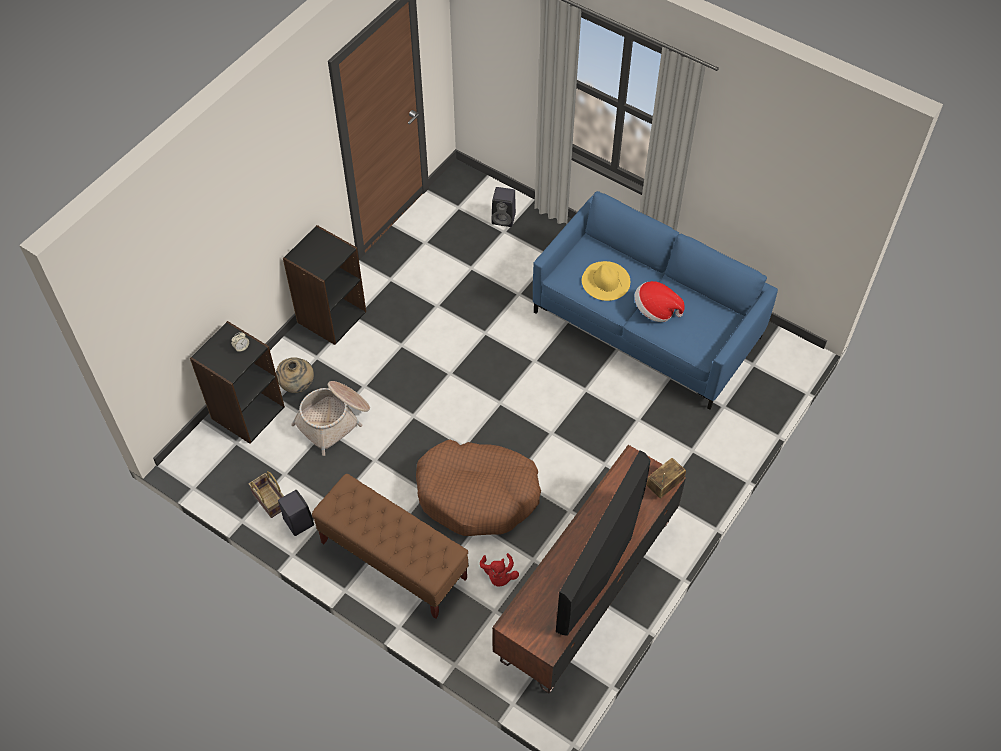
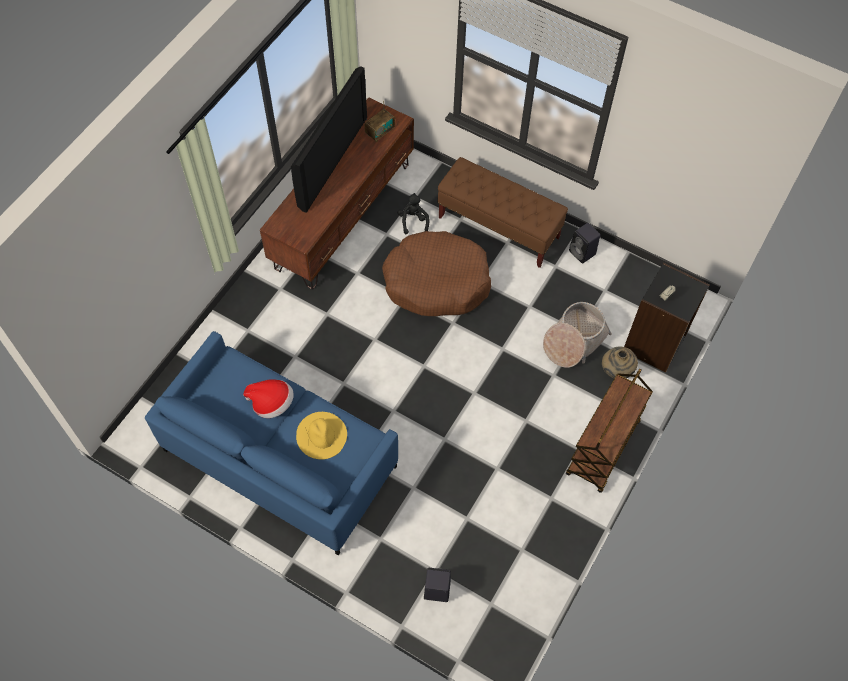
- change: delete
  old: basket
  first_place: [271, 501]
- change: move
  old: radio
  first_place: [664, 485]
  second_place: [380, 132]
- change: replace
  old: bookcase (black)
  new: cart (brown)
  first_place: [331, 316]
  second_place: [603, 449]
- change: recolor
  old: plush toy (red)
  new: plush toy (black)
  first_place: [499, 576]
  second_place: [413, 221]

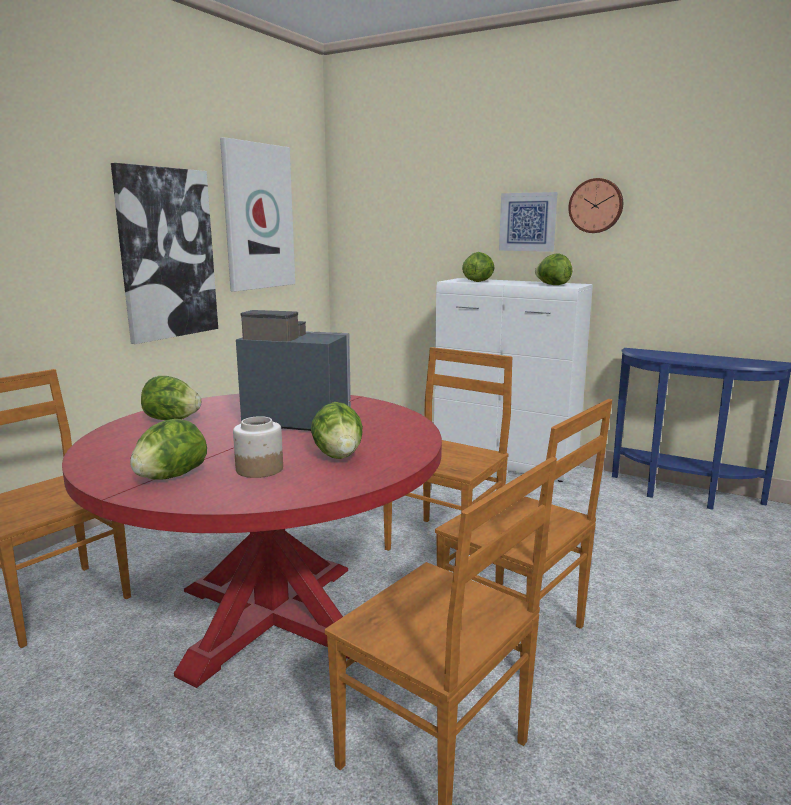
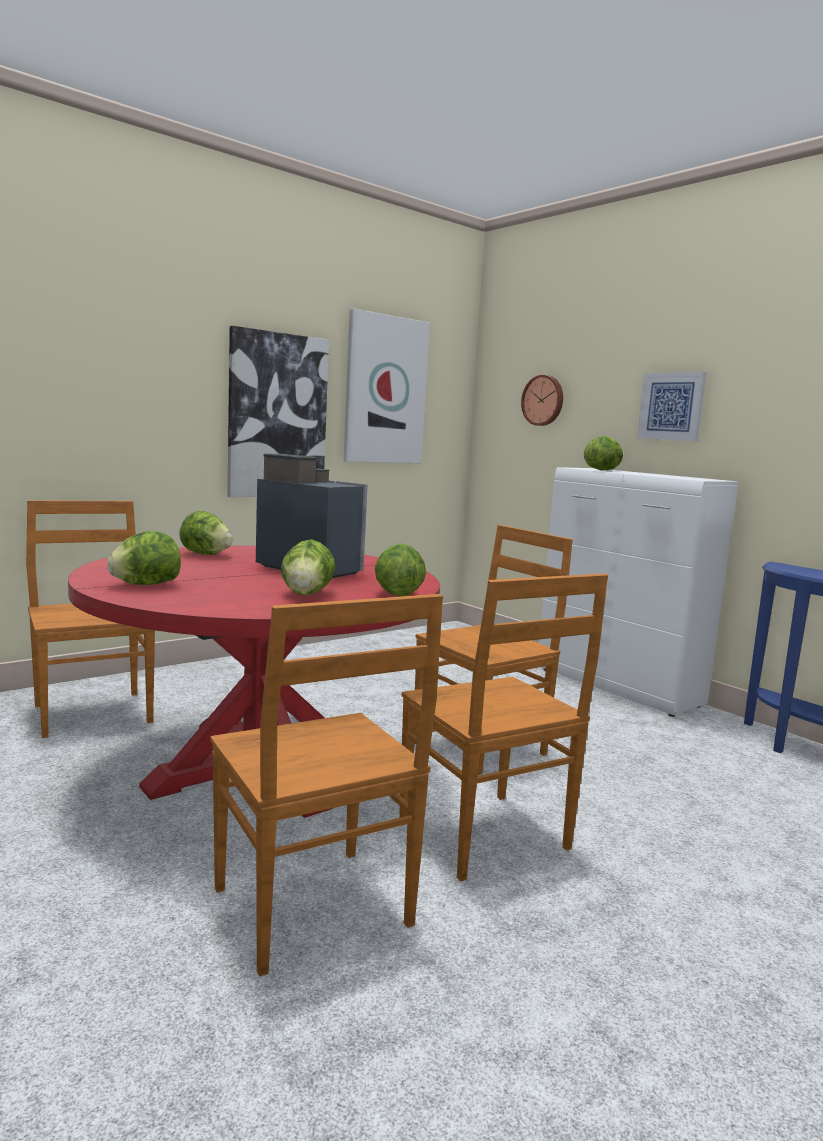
- change: delete
  old: jar
  first_place: [259, 469]
- change: move
  old: lettuce
  first_place: [552, 285]
  second_place: [397, 594]
- change: move
  old: wall clock
  first_place: [596, 206]
  second_place: [543, 400]

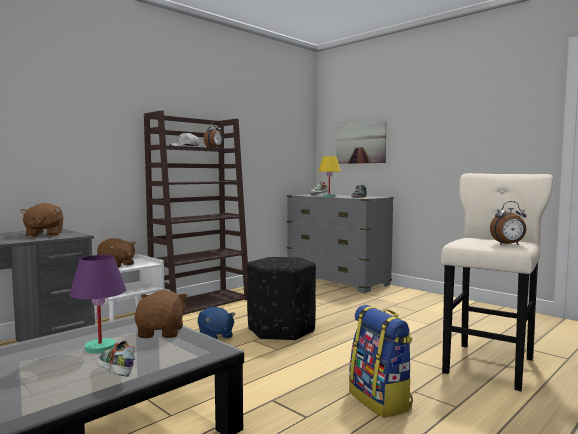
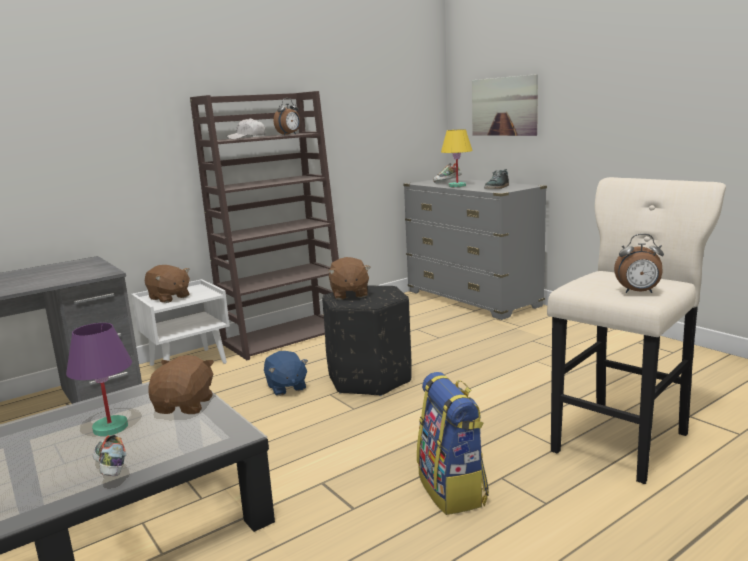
- change: move
  old: plush toy (brown)
  first_place: [44, 235]
  second_place: [349, 294]

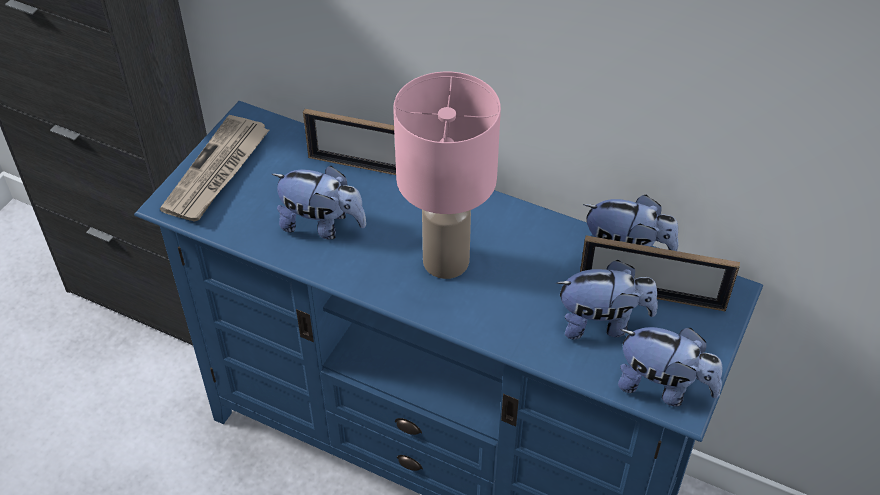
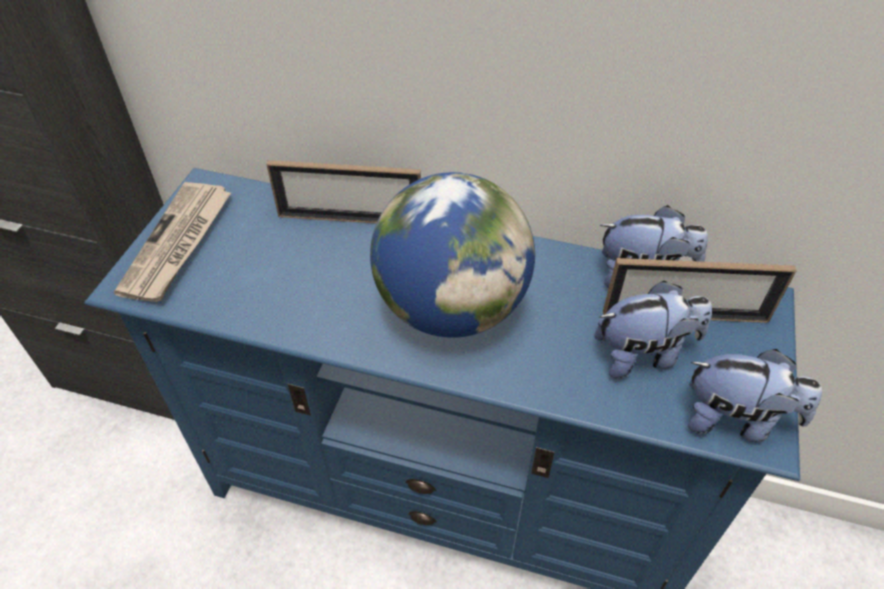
- change: delete
  old: plush toy
  first_place: [322, 225]
- change: replace
  old: table lamp (pink)
  new: globe
  first_place: [445, 260]
  second_place: [451, 308]

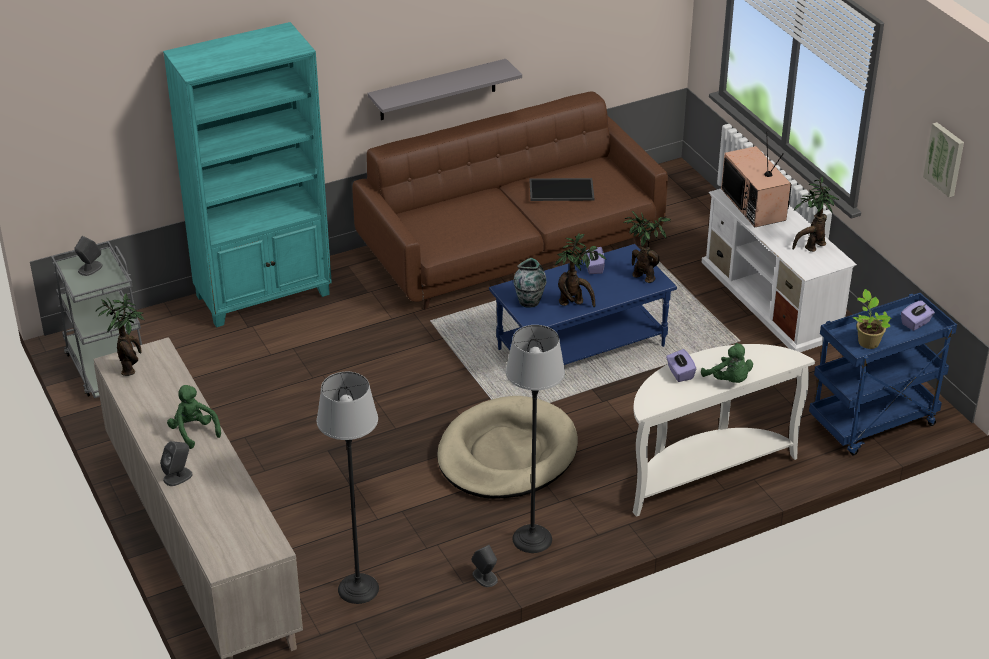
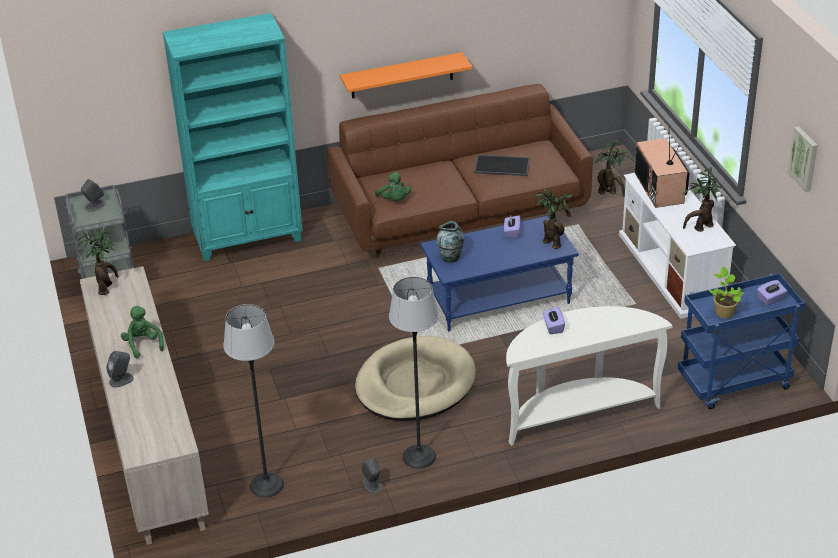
- change: move
  old: potted plant
  first_place: [574, 303]
  second_place: [609, 193]
- change: move
  old: plush toy (green)
  first_place: [729, 380]
  second_place: [394, 200]
- change: recolor
  old: shelf (grey)
  new: shelf (orange)
  first_place: [438, 90]
  second_place: [402, 75]

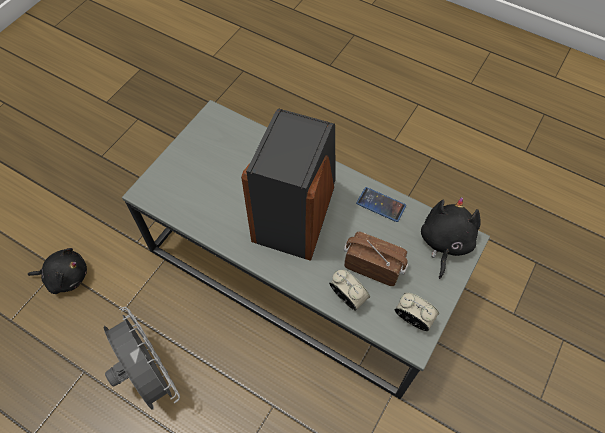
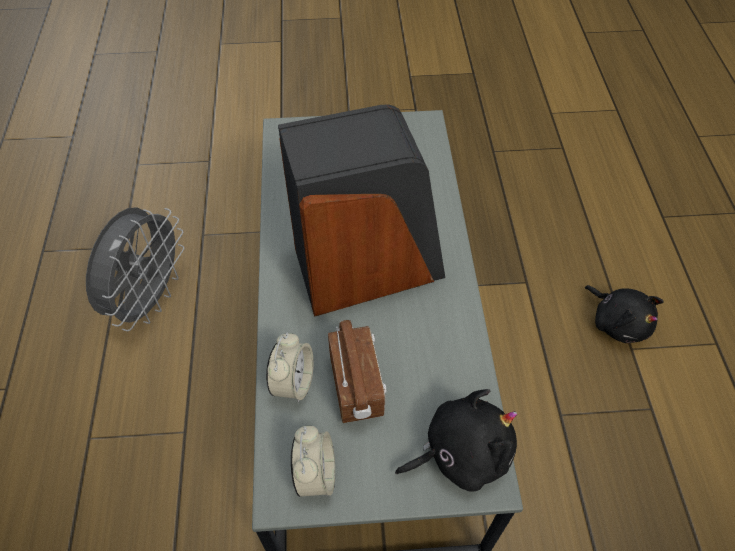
- change: delete
  old: phone
  first_place: [381, 204]
- change: move
  old: plush toy (black)
  first_place: [65, 276]
  second_place: [618, 322]

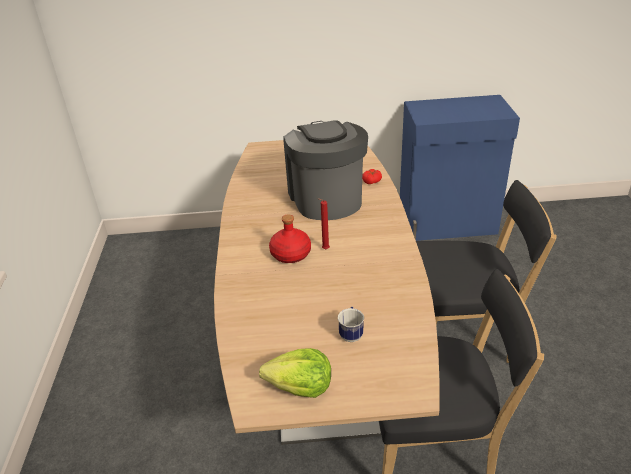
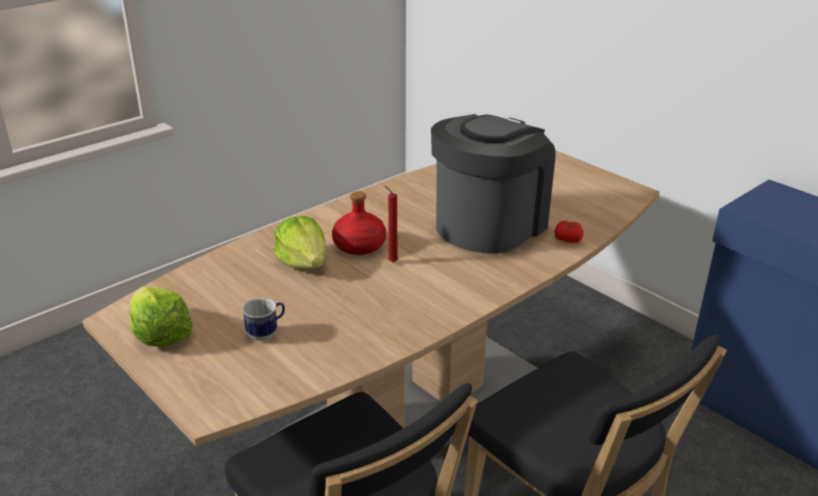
- change: insert
  new: lettuce
  second_place: [304, 261]

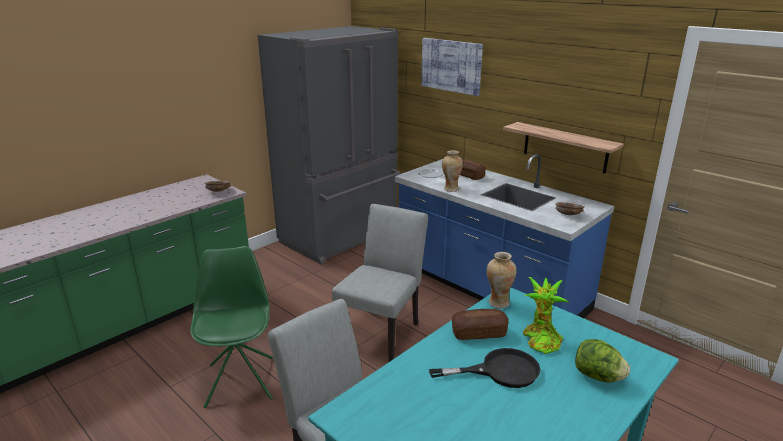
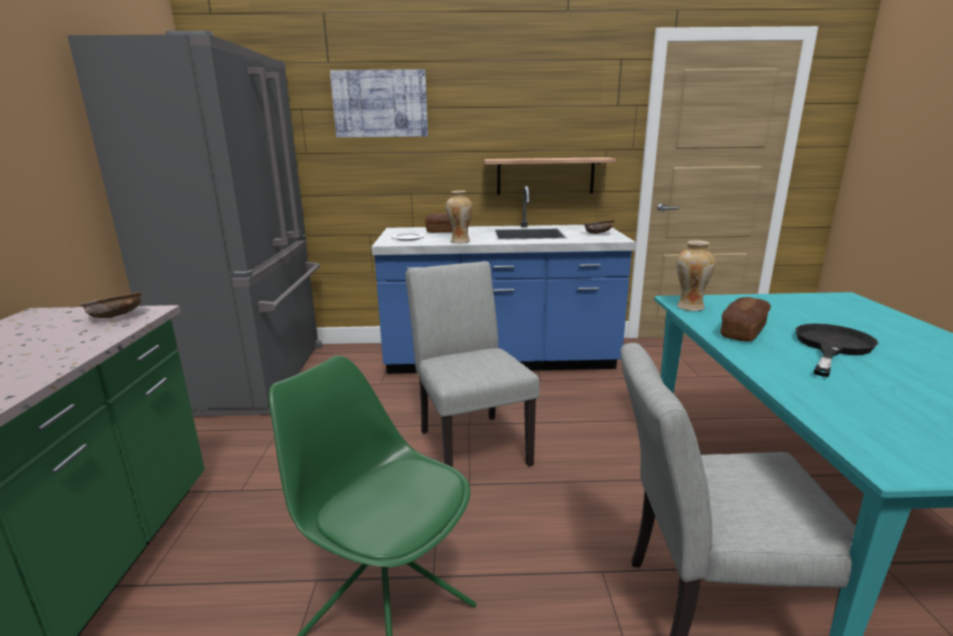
- change: delete
  old: potted plant
  first_place: [540, 339]
- change: delete
  old: lettuce
  first_place: [598, 377]

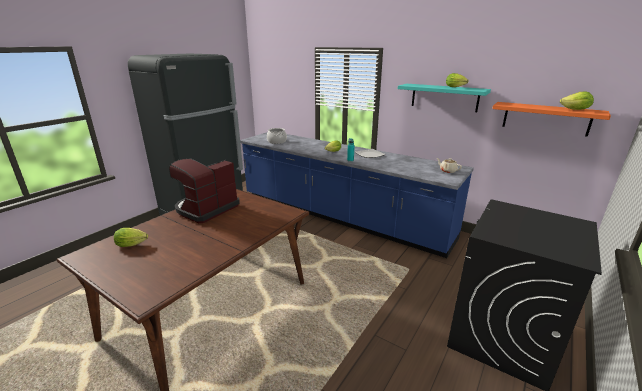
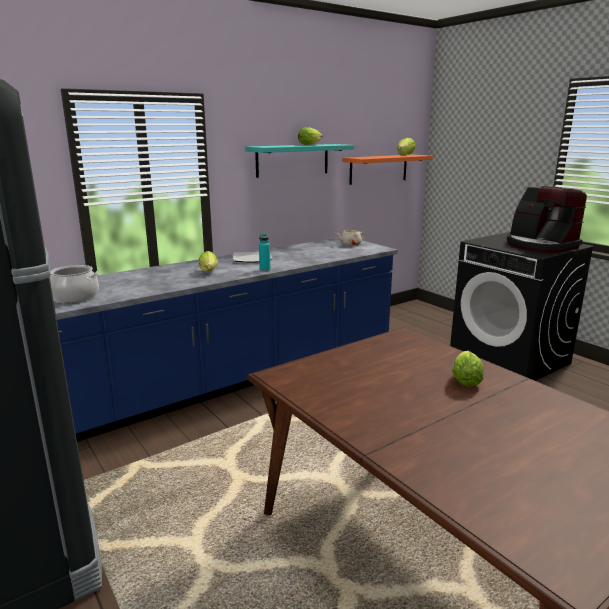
- change: move
  old: lettuce
  first_place: [133, 244]
  second_place: [465, 380]
- change: move
  old: coffee machine
  first_place: [206, 209]
  second_place: [540, 245]

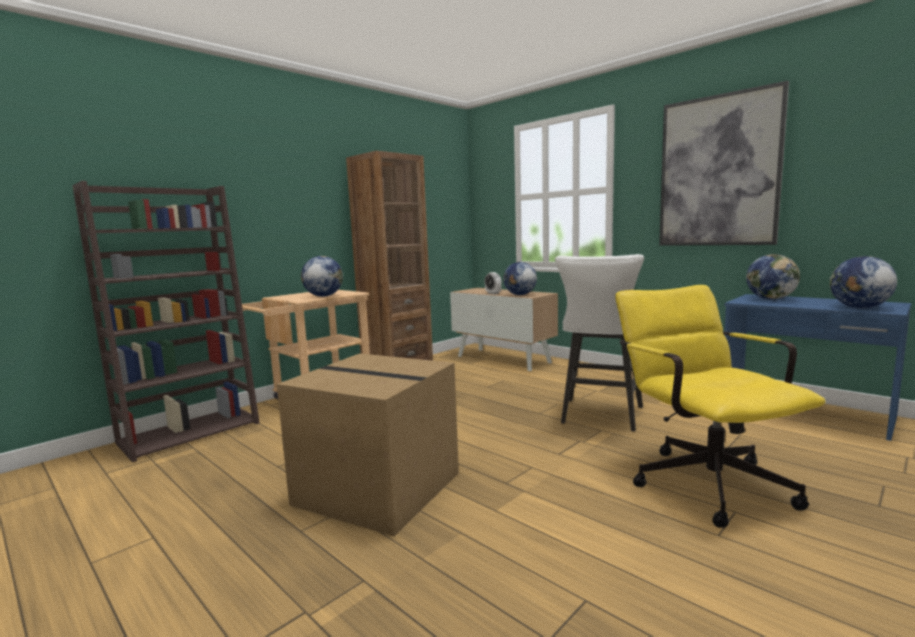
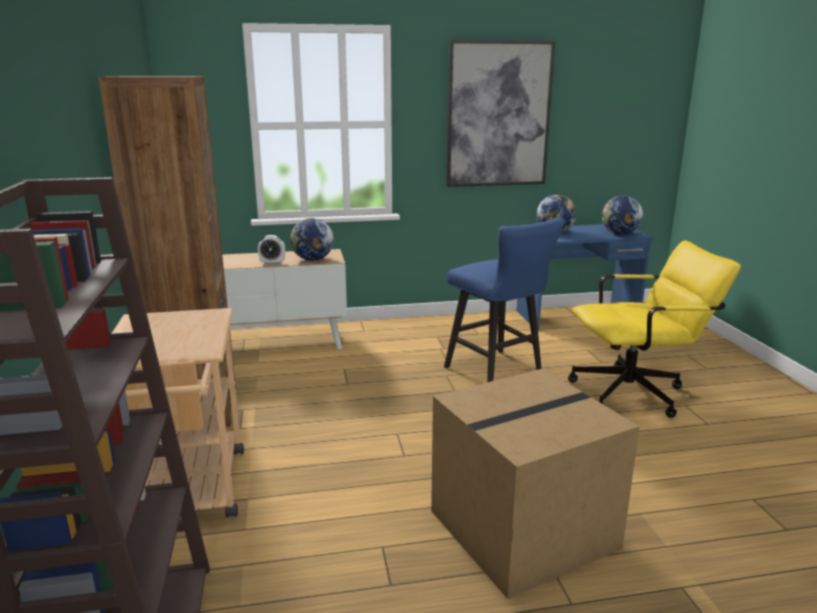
- change: delete
  old: globe
  first_place: [323, 296]
- change: recolor
  old: stool (white)
  new: stool (blue)
  first_place: [600, 417]
  second_place: [498, 373]
- change: rotate
  old: office chair (yellow)
  first_place: [702, 479]
  second_place: [637, 392]
  degrees: 150

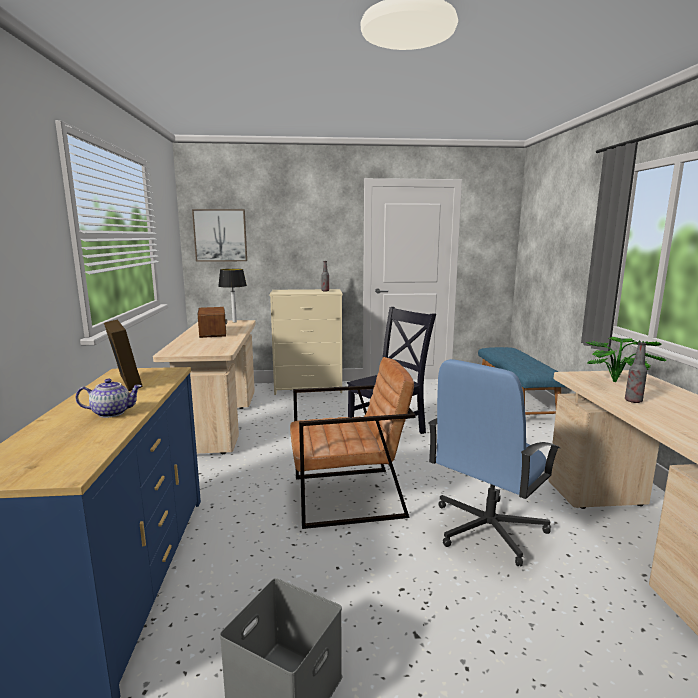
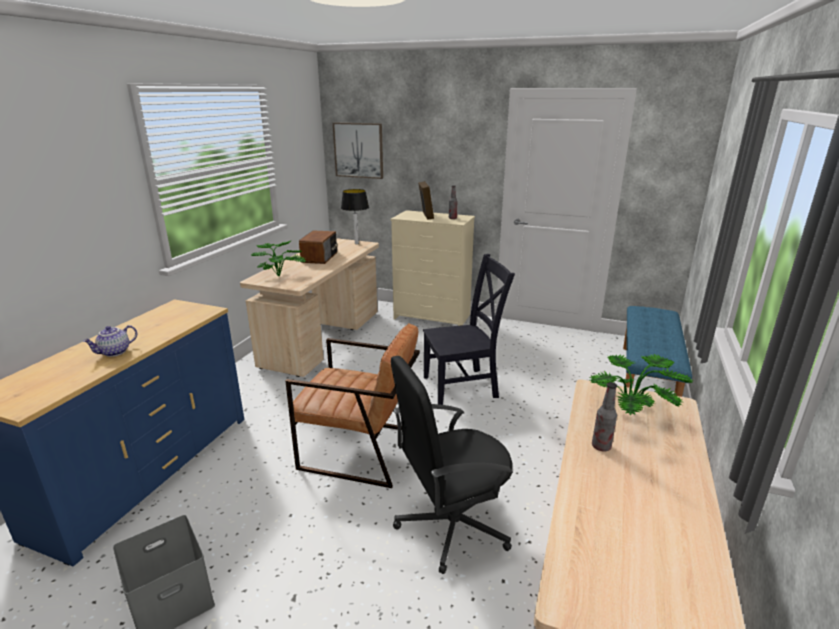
- change: insert
  new: potted plant
  second_place: [280, 275]
- change: move
  old: picture frame
  first_place: [126, 383]
  second_place: [426, 216]
- change: recolor
  old: office chair (blue)
  new: office chair (black)
  first_place: [487, 529]
  second_place: [451, 524]
- change: rotate
  old: teapot
  first_place: [112, 413]
  second_place: [115, 352]
  degrees: 120

